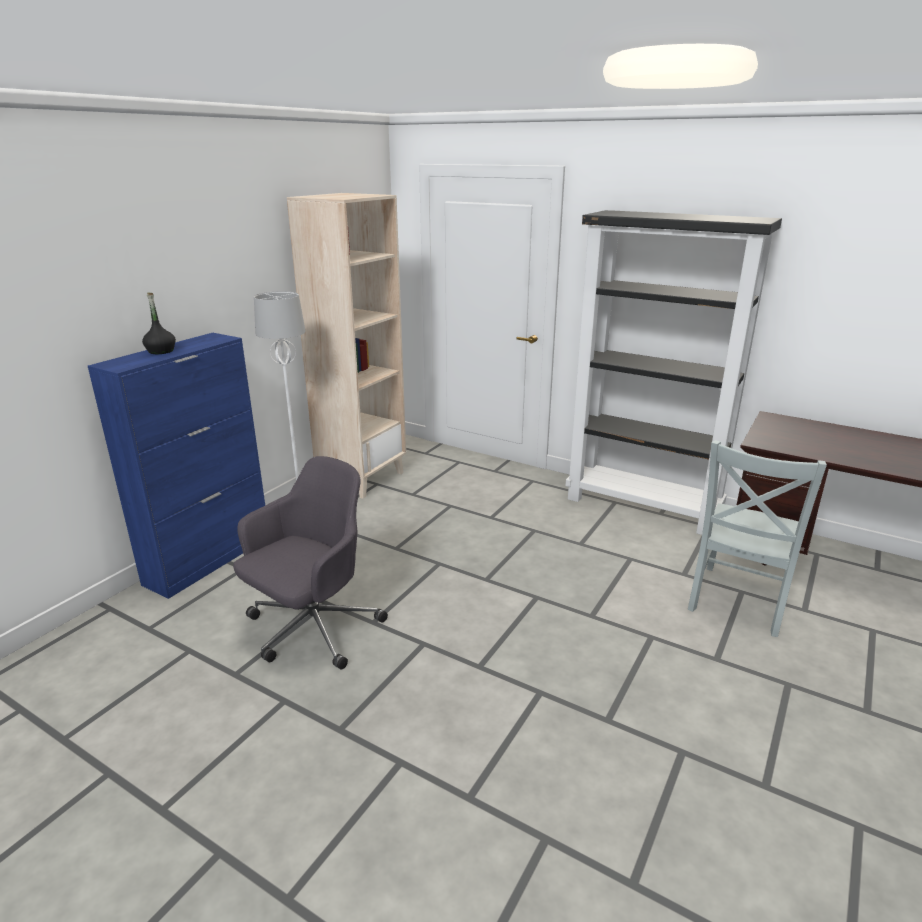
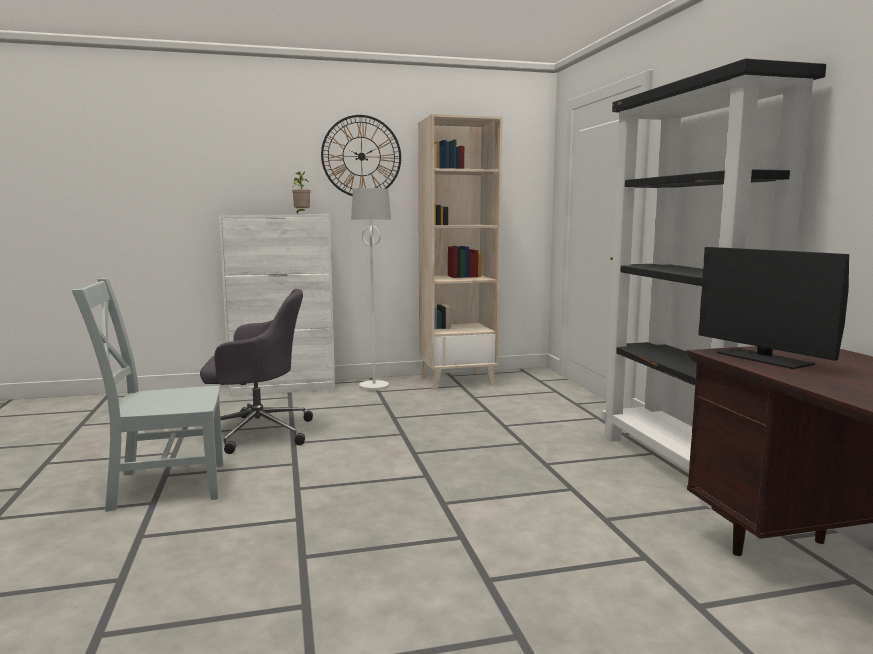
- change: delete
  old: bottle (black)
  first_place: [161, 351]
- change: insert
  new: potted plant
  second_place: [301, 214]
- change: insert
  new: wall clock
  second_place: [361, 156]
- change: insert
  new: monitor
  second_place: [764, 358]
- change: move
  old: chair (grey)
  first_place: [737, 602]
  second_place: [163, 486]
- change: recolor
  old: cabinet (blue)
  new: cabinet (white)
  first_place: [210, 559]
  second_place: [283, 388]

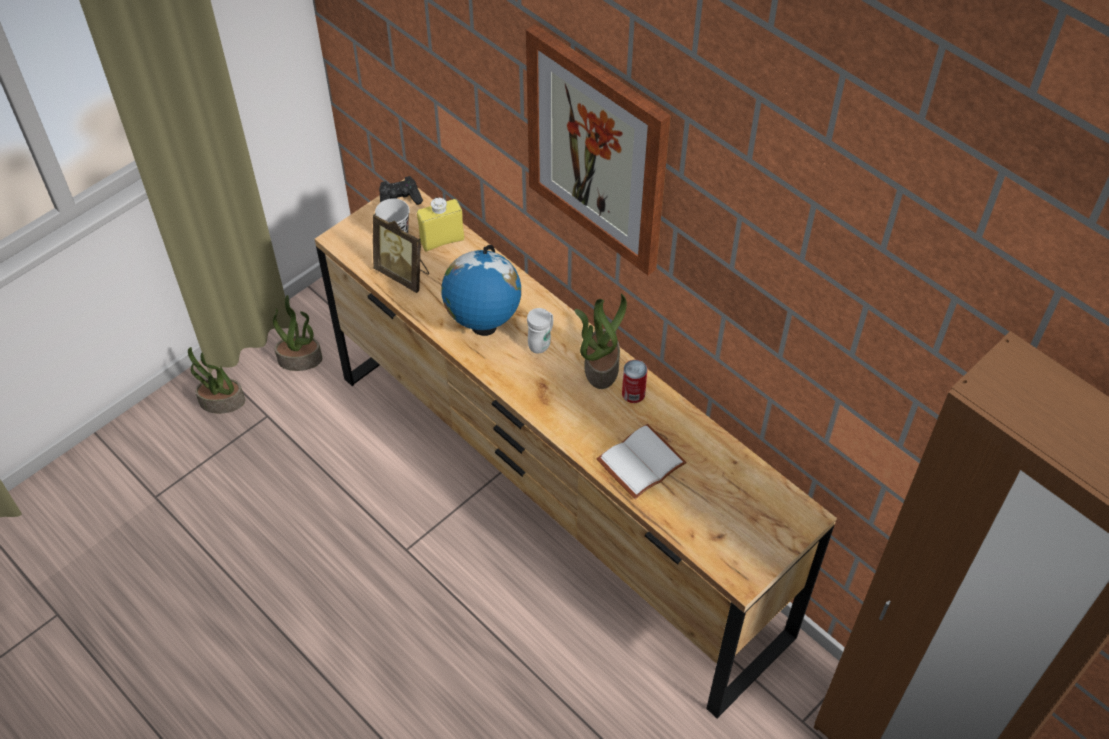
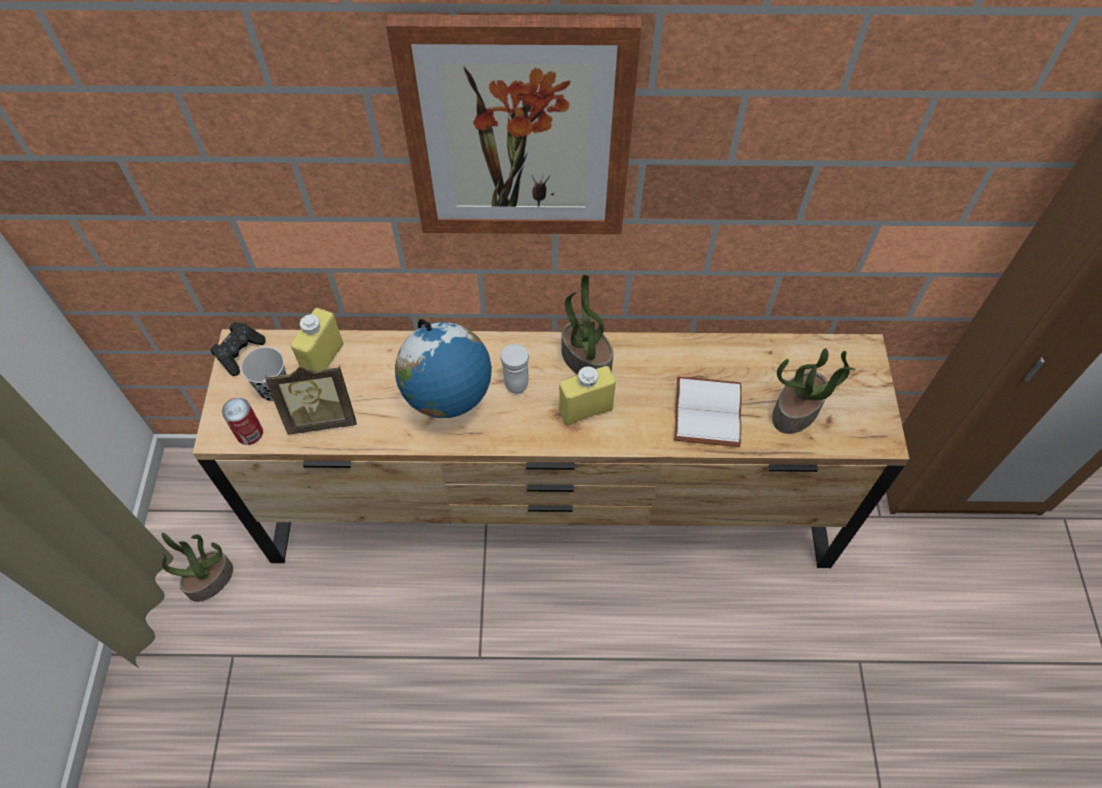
- change: insert
  new: bottle (yellow)
  second_place: [585, 410]
- change: move
  old: potted plant
  first_place: [221, 402]
  second_place: [796, 411]
- change: move
  old: can
  first_place: [633, 393]
  second_place: [249, 433]

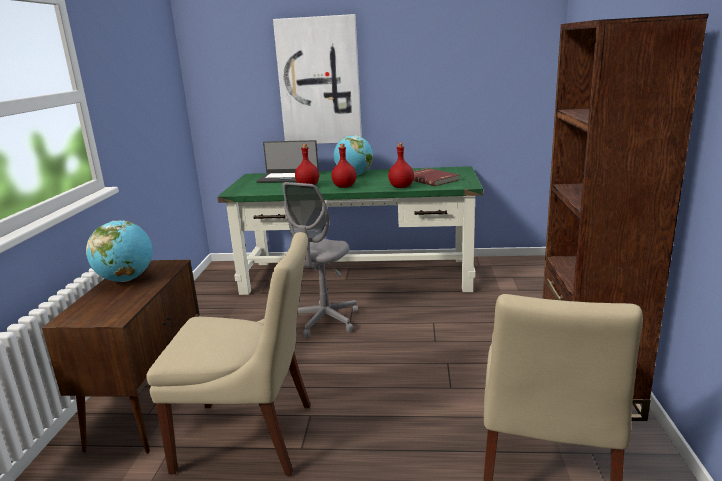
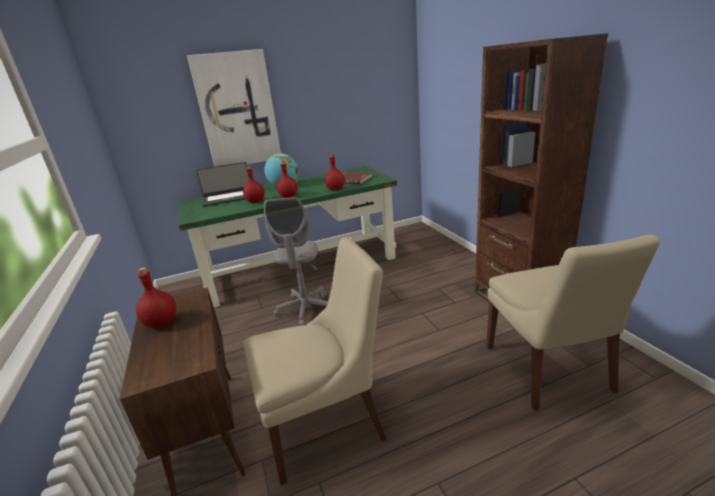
- change: replace
  old: globe
  new: bottle (red)
  first_place: [126, 279]
  second_place: [162, 322]

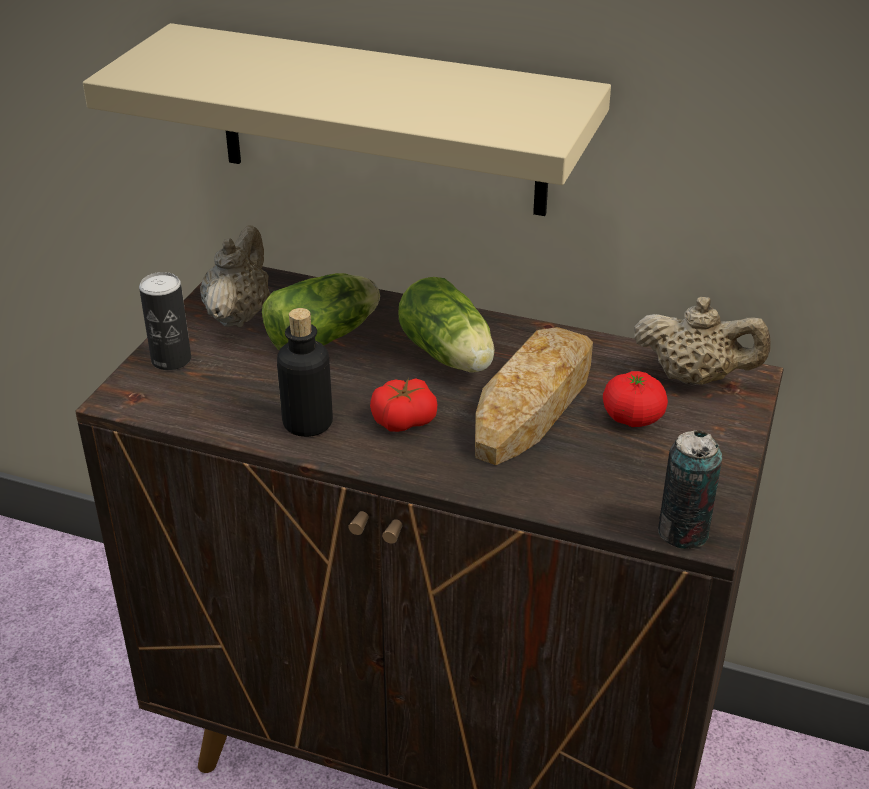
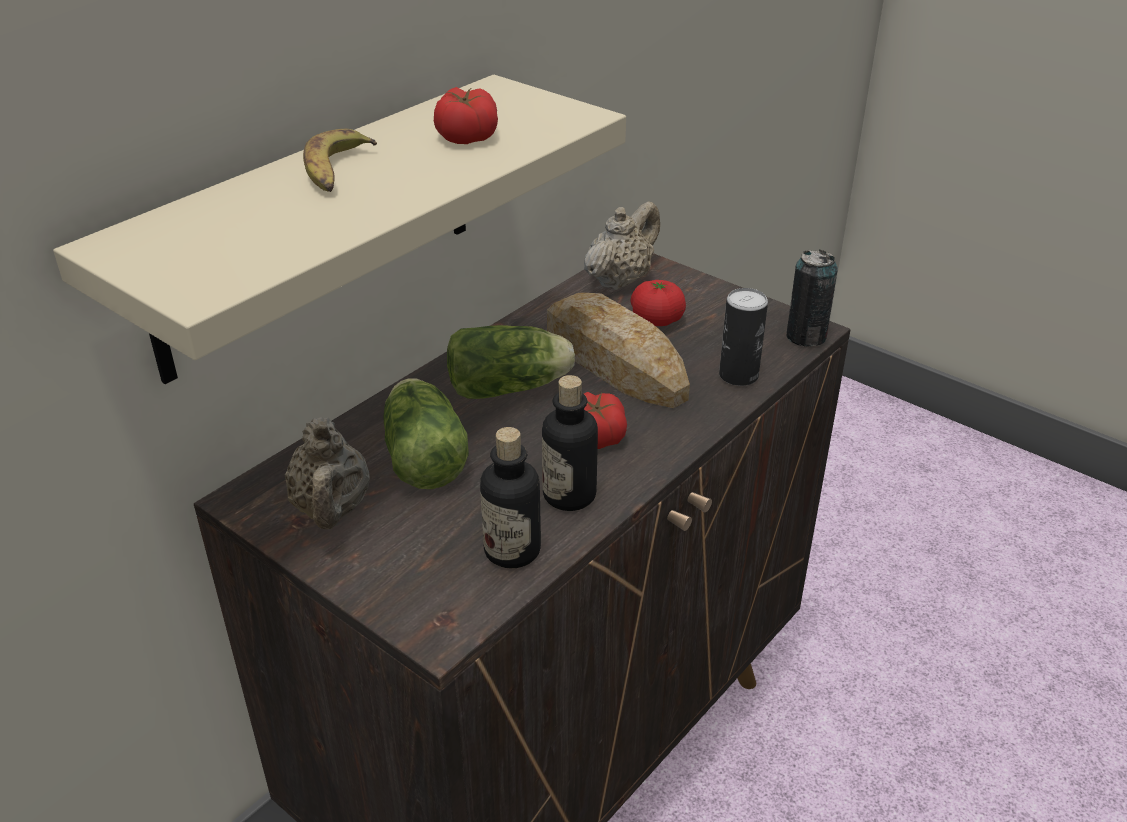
- change: insert
  new: banana
  second_place: [337, 171]
- change: insert
  new: tomato
  second_place: [466, 135]
- change: insert
  new: bottle
  second_place: [512, 550]
- change: move
  old: can
  first_place: [171, 360]
  second_place: [738, 375]
- change: rotate
  old: teapot (beige)
  first_place: [238, 315]
  second_place: [332, 510]
  degrees: -135

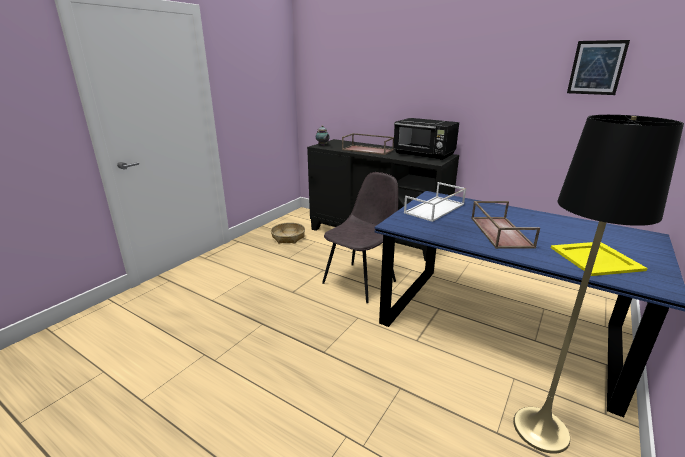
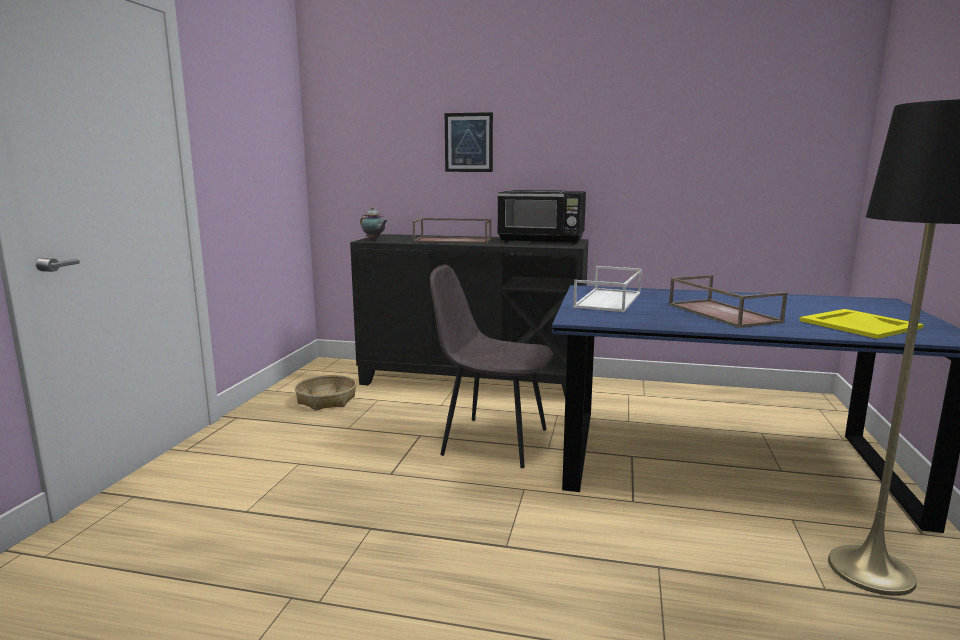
- change: move
  old: picture
  first_place: [596, 68]
  second_place: [468, 142]
- change: rotate
  old: chair (grey)
  first_place: [360, 281]
  second_place: [492, 441]
  degrees: -90

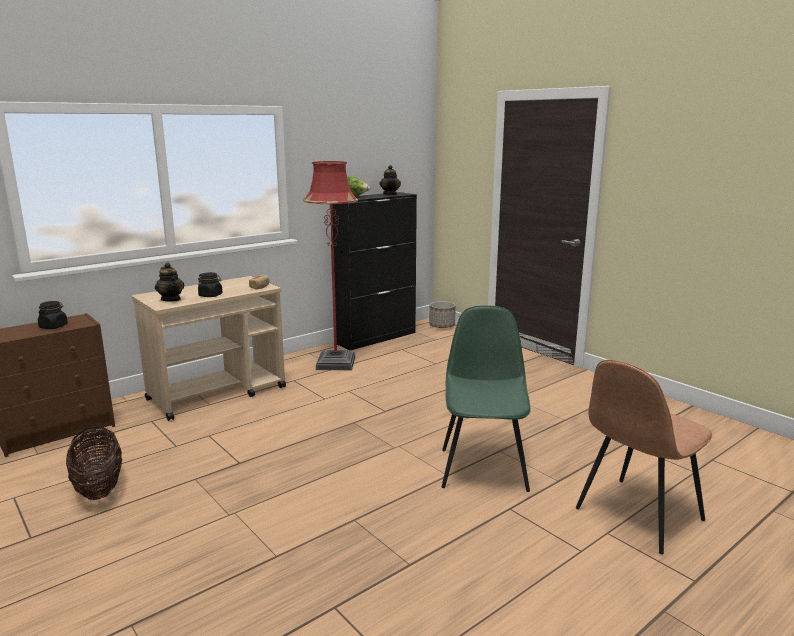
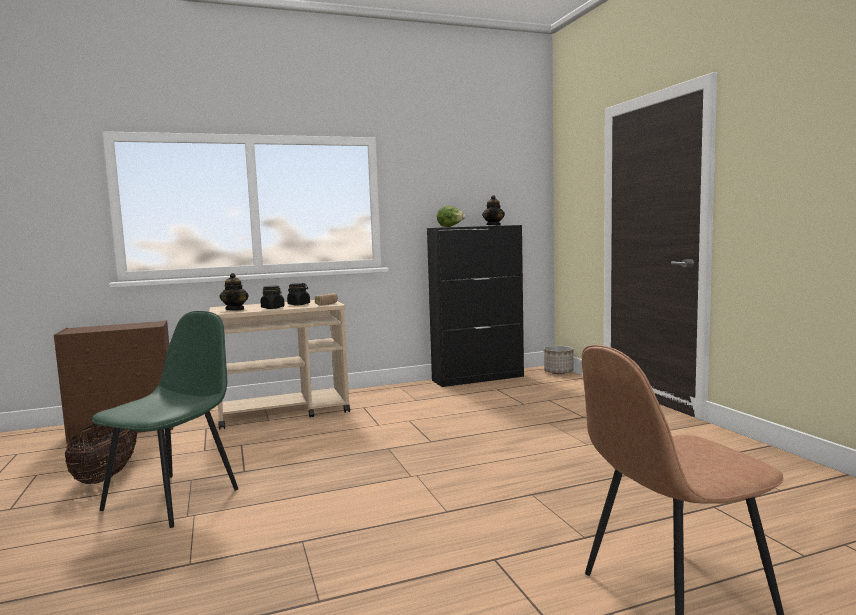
- change: delete
  old: floor lamp (red)
  first_place: [335, 363]
- change: move
  old: jar (black)
  first_place: [53, 326]
  second_place: [299, 304]
- change: move
  old: chair (green)
  first_place: [483, 468]
  second_place: [174, 498]

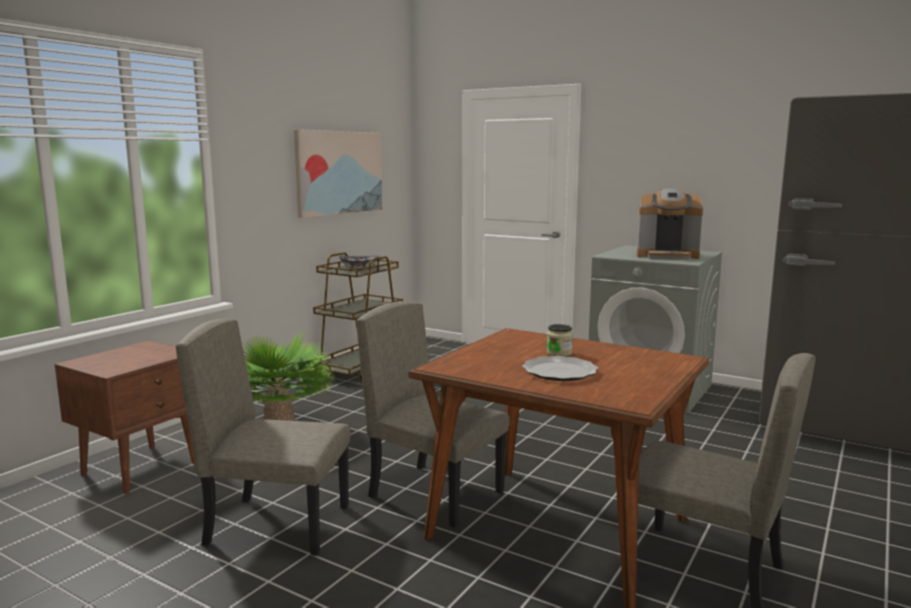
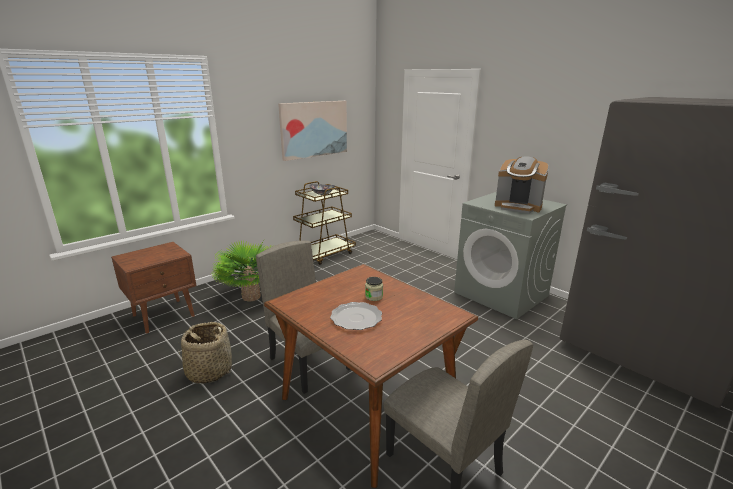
- change: replace
  old: chair (beige)
  new: basket
  first_place: [278, 524]
  second_place: [209, 371]

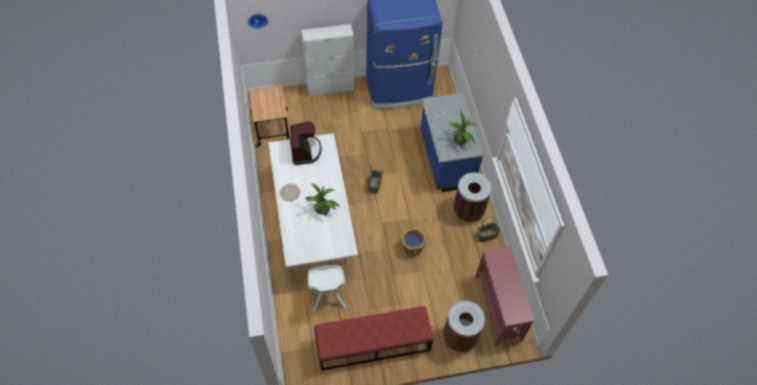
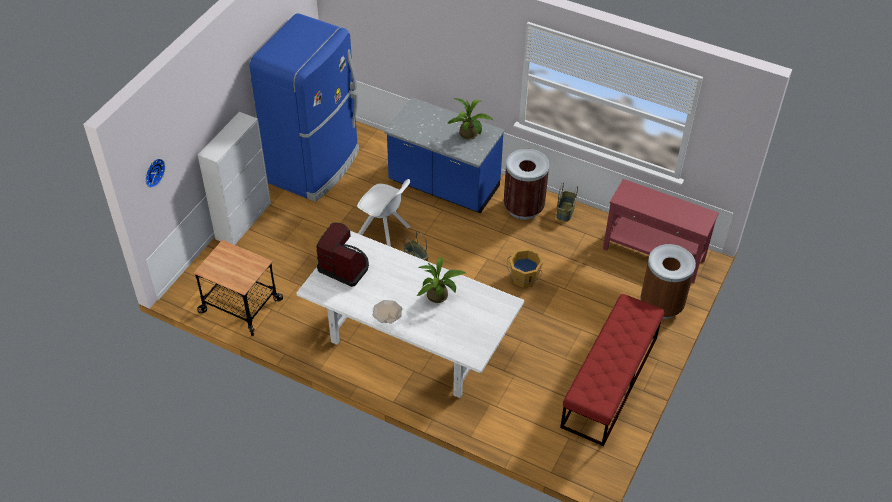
- change: move
  old: chair (white)
  first_place: [327, 296]
  second_place: [385, 232]

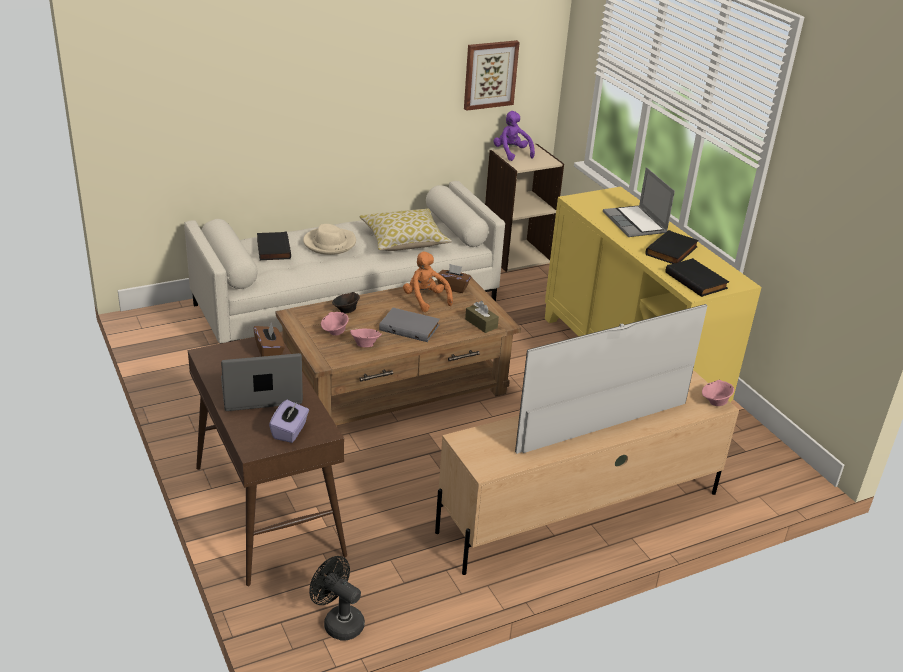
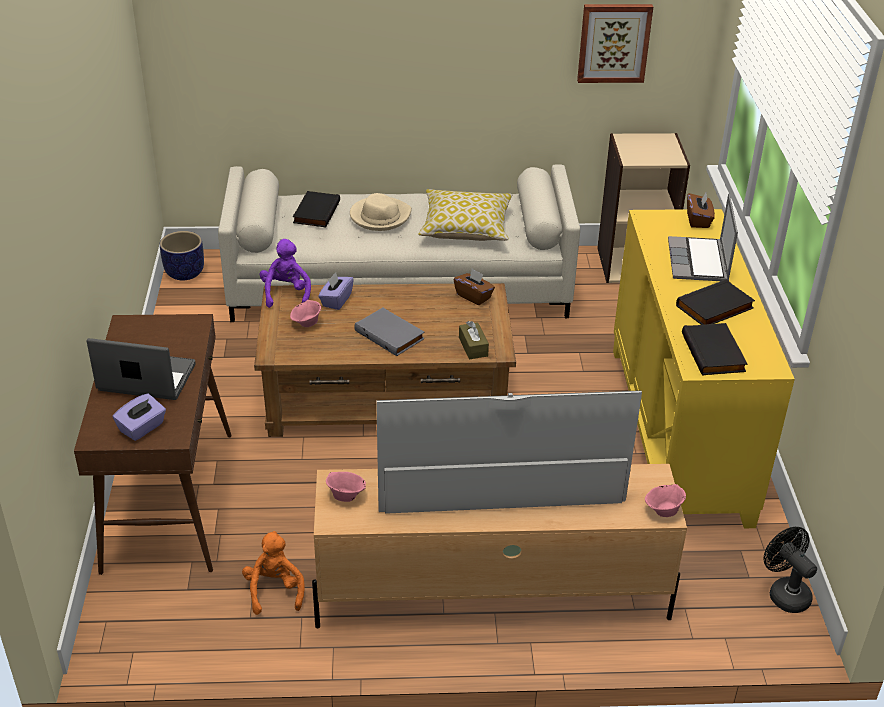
- change: insert
  new: planter
  second_place: [185, 273]
- change: move
  old: tissue box (brown)
  first_place: [269, 351]
  second_place: [698, 220]
- change: move
  old: fan (black)
  first_place: [338, 622]
  second_place: [784, 593]
- change: move
  old: bowl (pink)
  first_place: [365, 345]
  second_place: [345, 495]
- change: move
  old: plush toy (orange)
  first_place: [425, 299]
  second_place: [274, 590]
- change: move
  old: plush toy (purple)
  first_place: [511, 153]
  second_place: [286, 293]
- change: replace
  old: bowl (brown)
  new: tissue box (purple)
  first_place: [346, 311]
  second_place: [336, 300]

